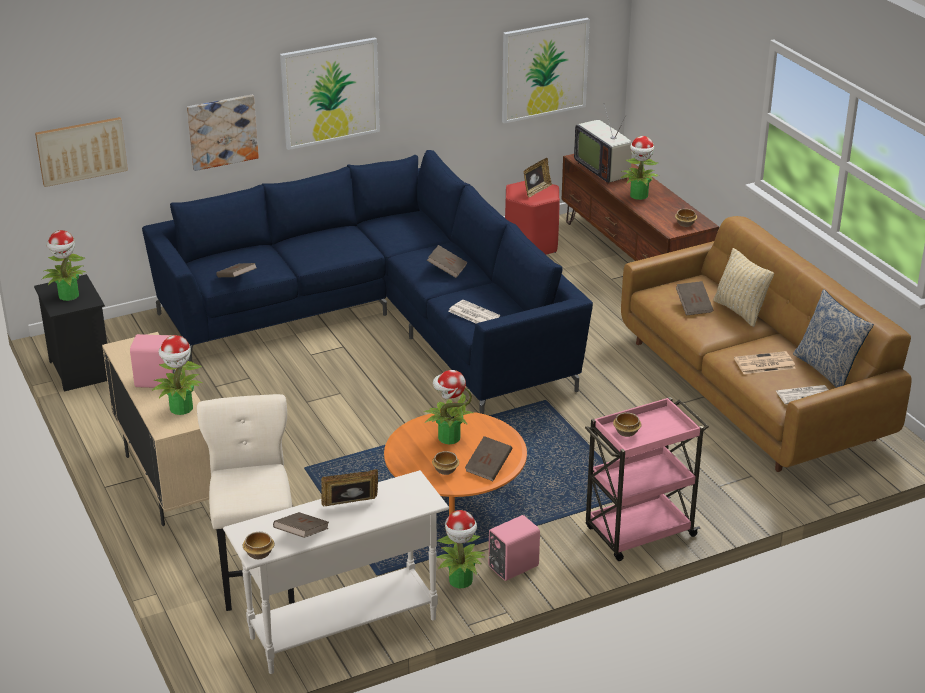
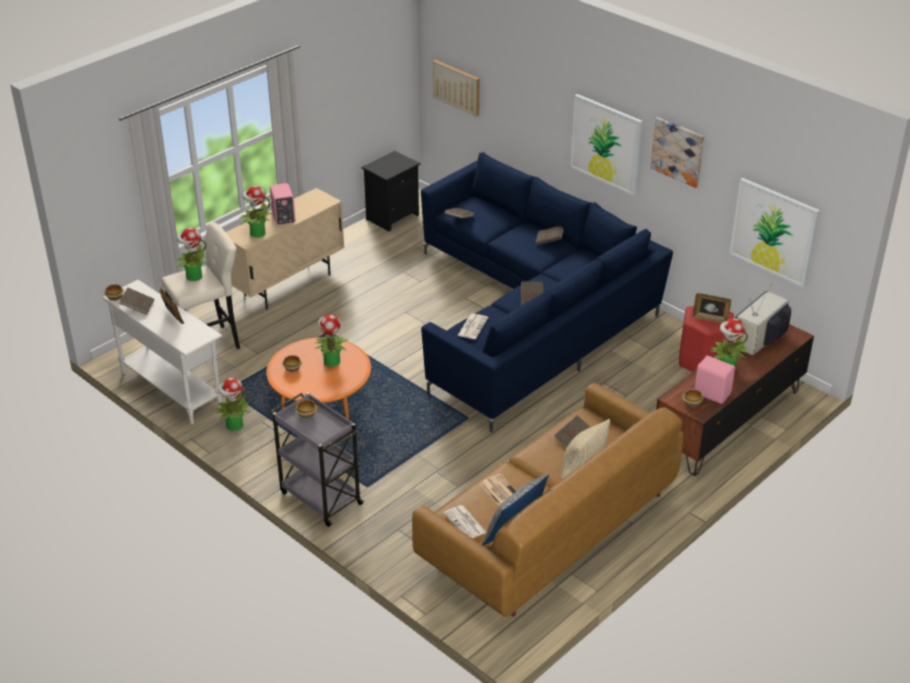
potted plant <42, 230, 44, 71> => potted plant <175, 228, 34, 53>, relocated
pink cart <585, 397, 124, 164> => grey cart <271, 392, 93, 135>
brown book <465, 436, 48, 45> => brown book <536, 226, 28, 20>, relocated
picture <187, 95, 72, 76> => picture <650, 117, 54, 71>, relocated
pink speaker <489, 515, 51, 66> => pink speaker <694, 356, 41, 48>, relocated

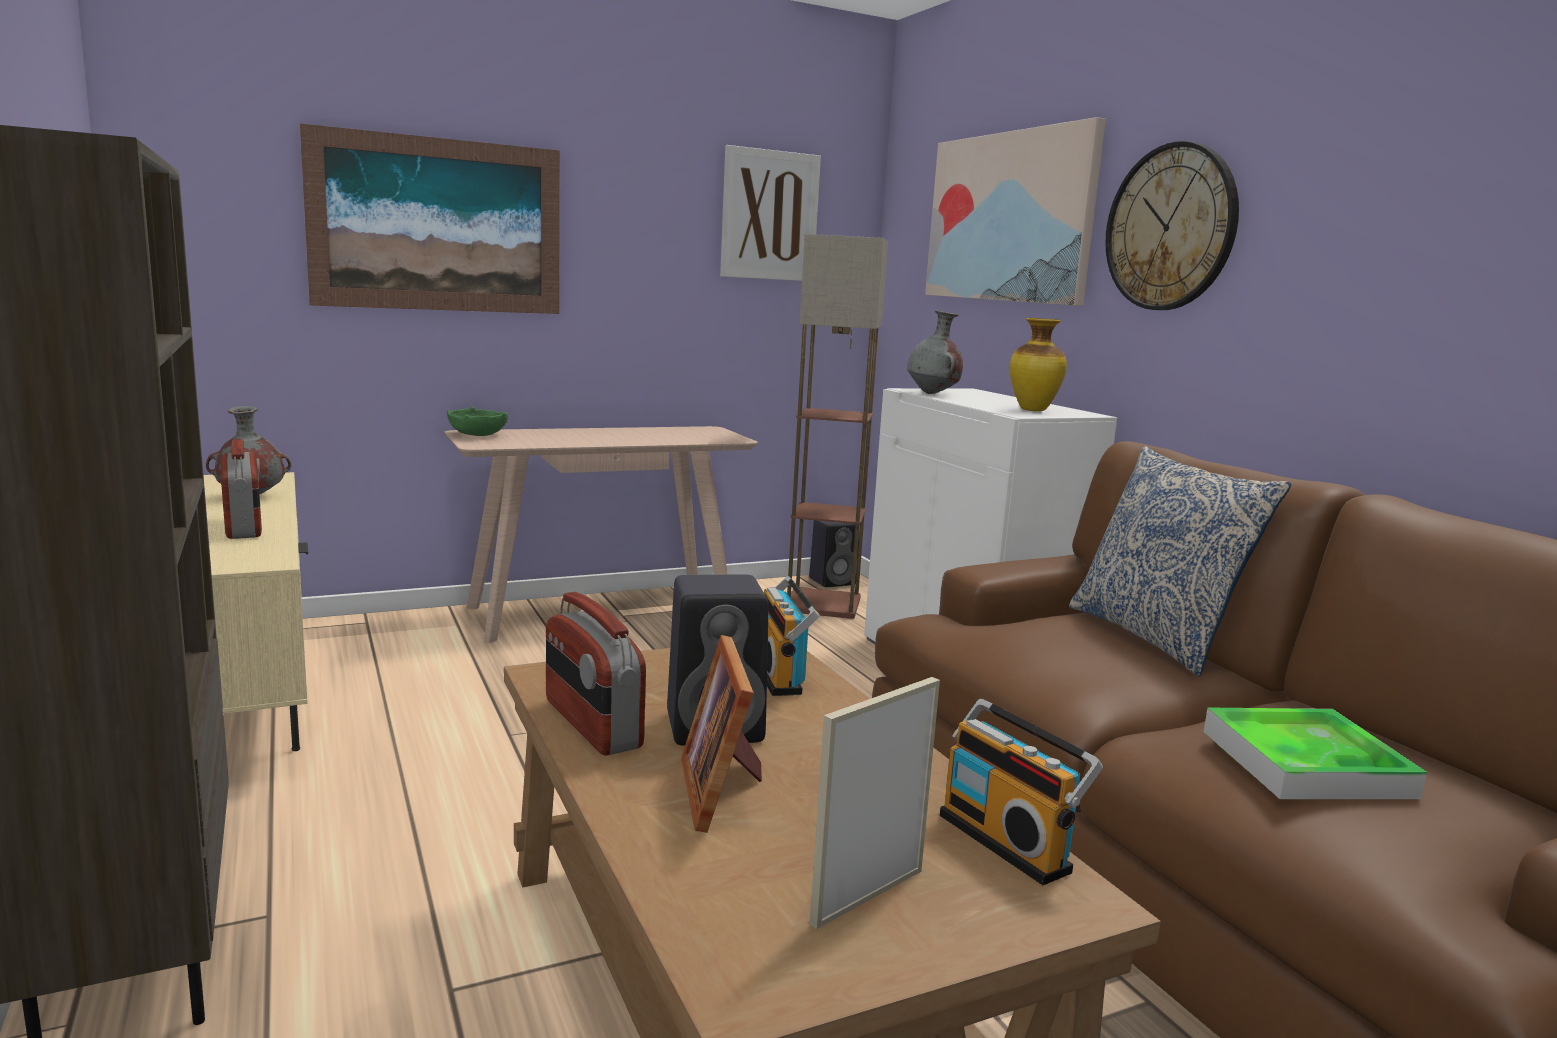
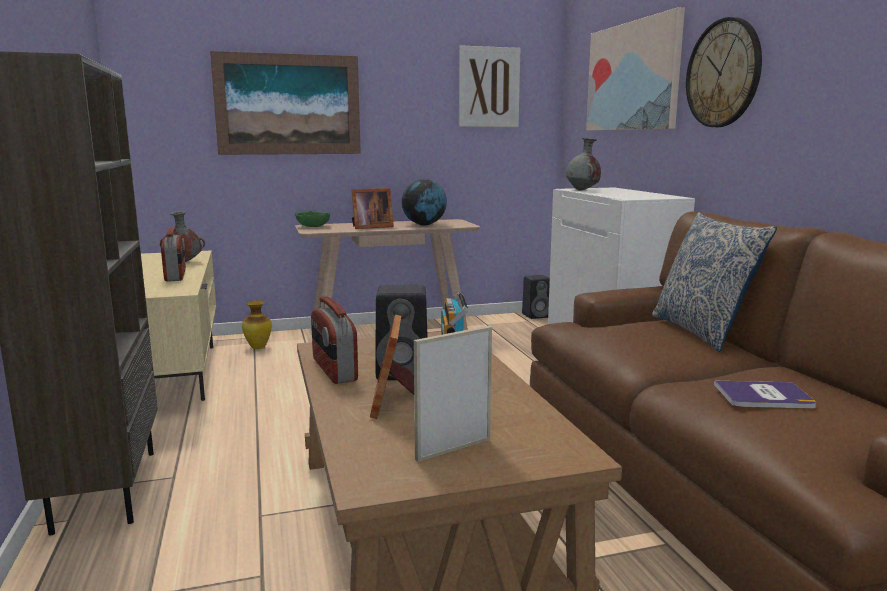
vase <1010, 318, 57, 93> => vase <242, 301, 30, 48>, relocated
nothing => picture frame <351, 188, 43, 41>
nothing => globe <402, 179, 45, 46>
tray <1204, 708, 223, 91> => book <714, 381, 102, 28>
floor lamp <787, 234, 101, 385> => nothing
radio <940, 699, 163, 186> => nothing

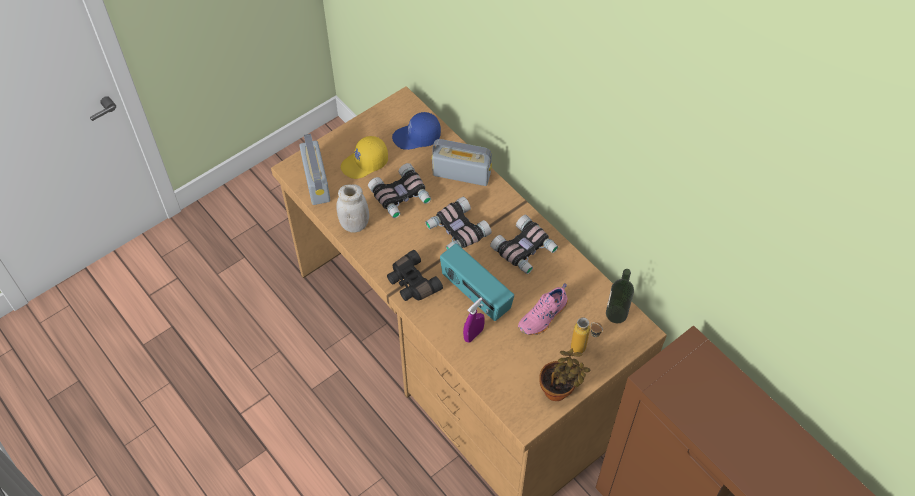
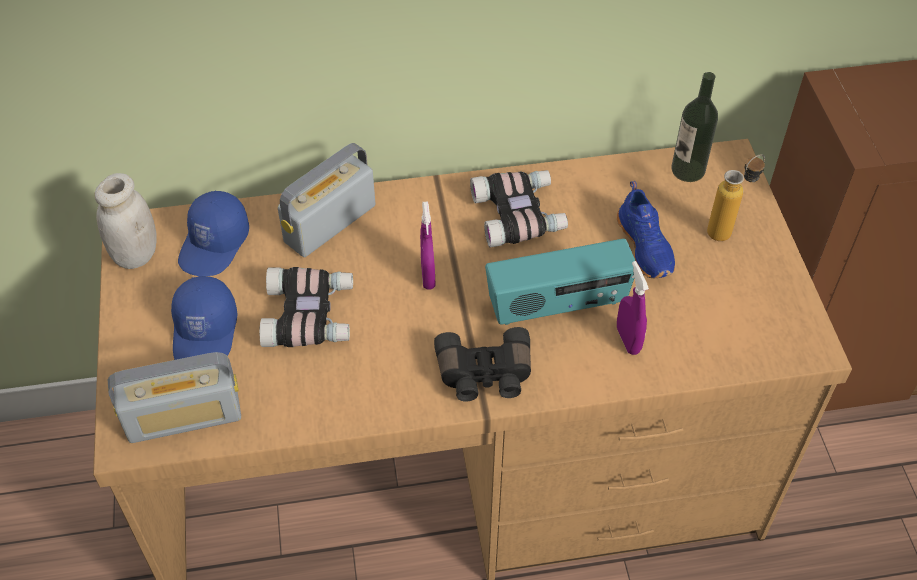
white jar <336, 184, 33, 49> => white jar <94, 173, 63, 96>, relocated
radio <299, 134, 31, 71> => radio <108, 352, 133, 91>, 150 degrees clockwise
yellow cap <341, 136, 47, 43> => blue cap <171, 276, 66, 84>
binoculars <425, 197, 67, 53> => purple spray bottle <420, 202, 15, 88>
pink shoe <518, 283, 50, 52> => blue shoe <617, 181, 58, 97>
potted plant <539, 349, 51, 52> => nothing

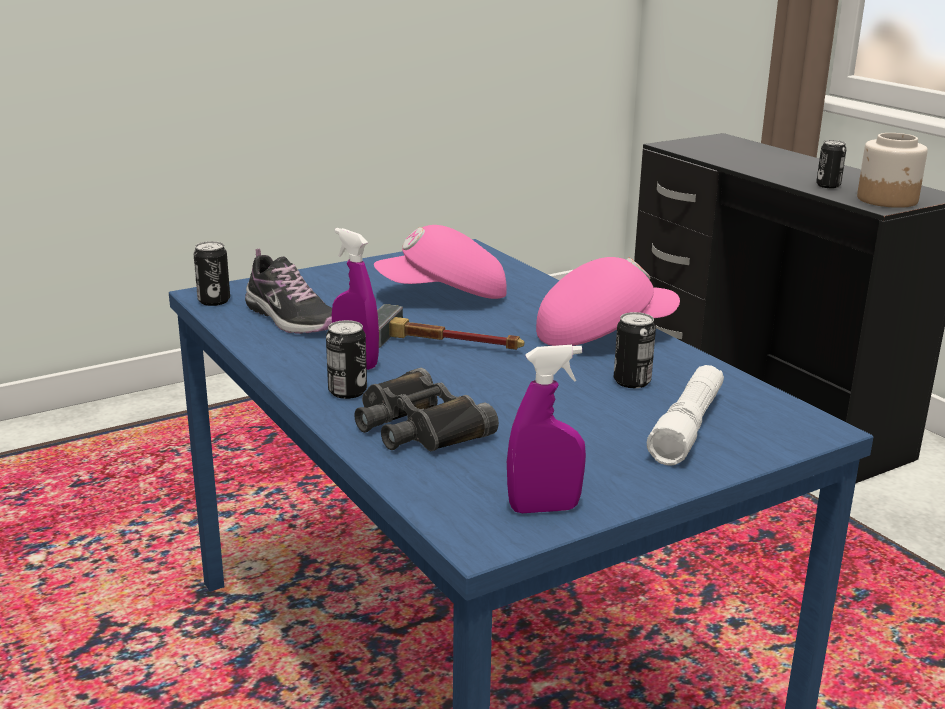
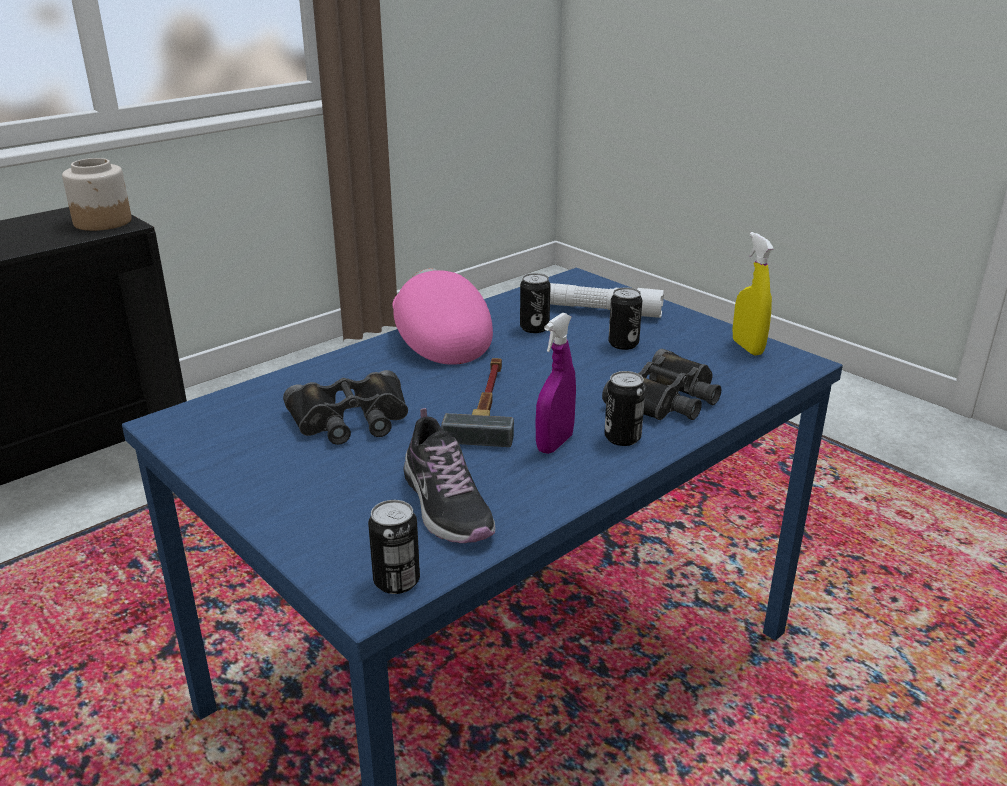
pink cap <374, 225, 133, 74> => black binoculars <283, 370, 125, 75>
shoe <245, 249, 87, 85> => shoe <403, 408, 92, 135>, 120 degrees clockwise
can <816, 140, 31, 48> => can <608, 287, 34, 63>, relocated
purple spray bottle <507, 345, 79, 168> => yellow spray bottle <733, 232, 41, 124>

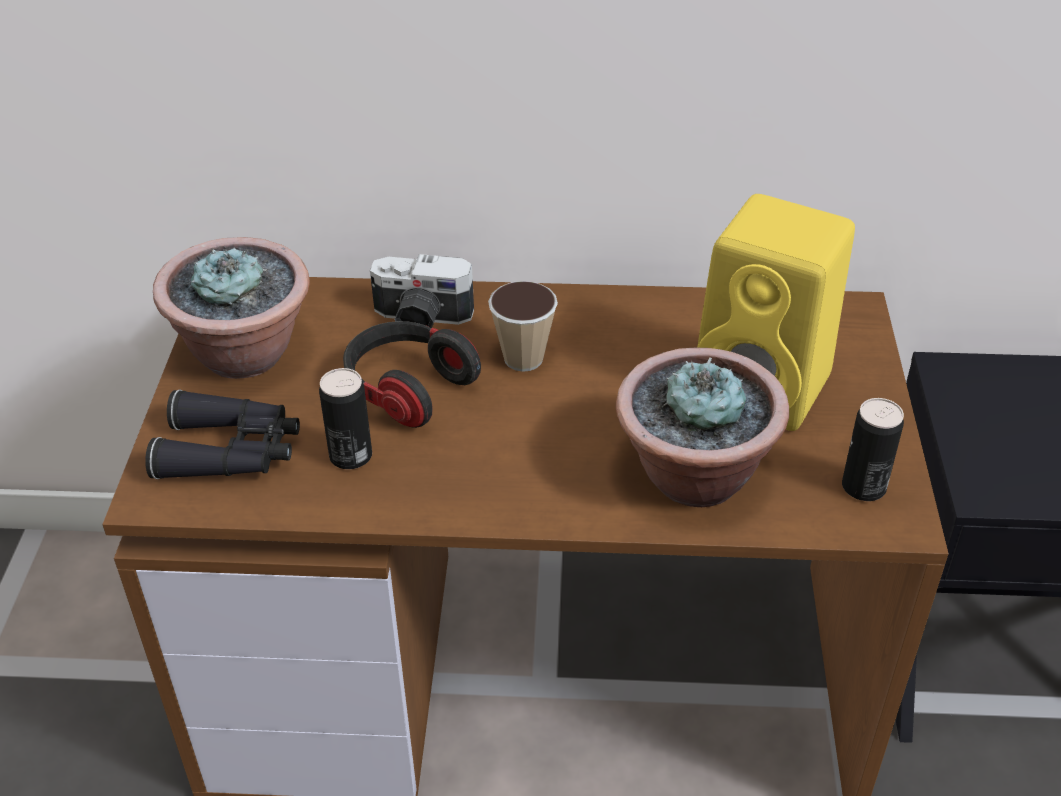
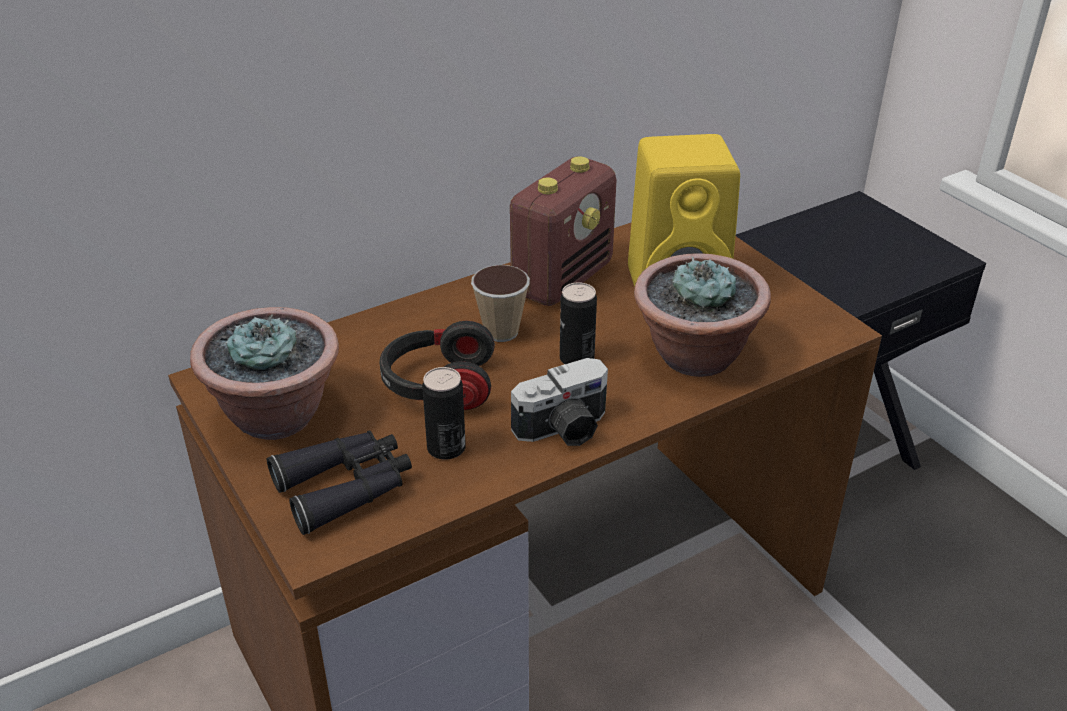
nothing => radio <510, 156, 107, 150>
photo camera <370, 254, 104, 74> => photo camera <511, 358, 97, 88>, relocated
can <842, 398, 62, 103> => can <560, 282, 37, 82>, relocated

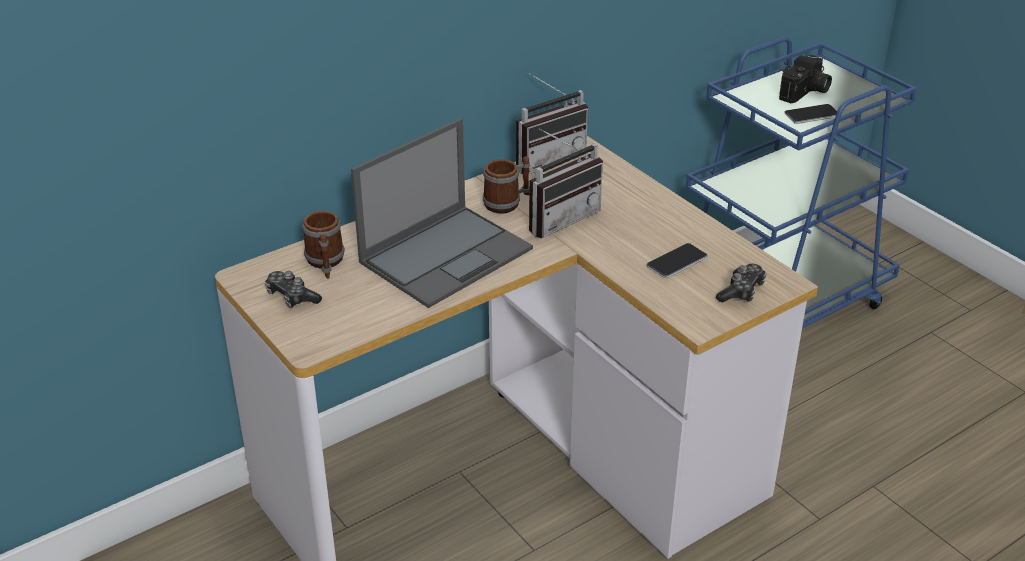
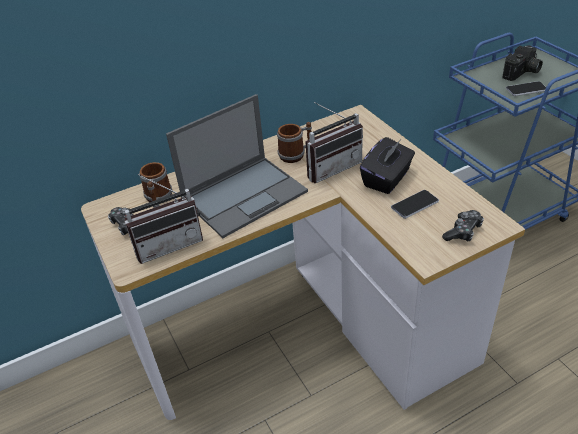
radio <516, 73, 72, 101> => radio <125, 174, 78, 90>, relocated
nothing => black tissue box <360, 137, 55, 57>

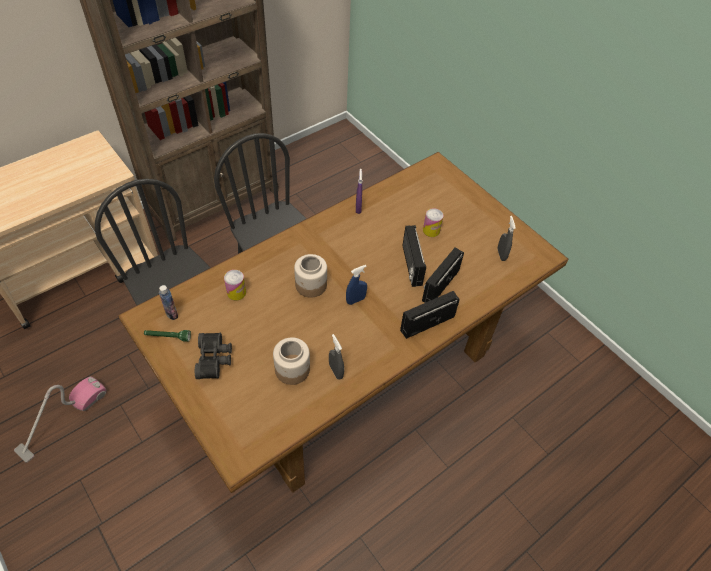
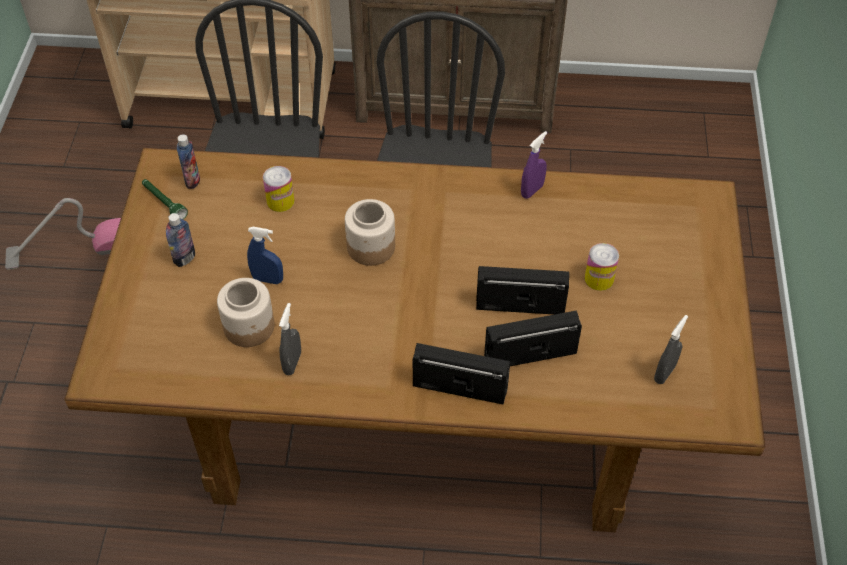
black binoculars <195, 333, 37, 46> => bottle <166, 213, 29, 54>
blue spray bottle <346, 265, 21, 40> => blue spray bottle <247, 227, 36, 57>, relocated
radio <402, 225, 24, 62> => radio <476, 266, 93, 49>, 60 degrees clockwise

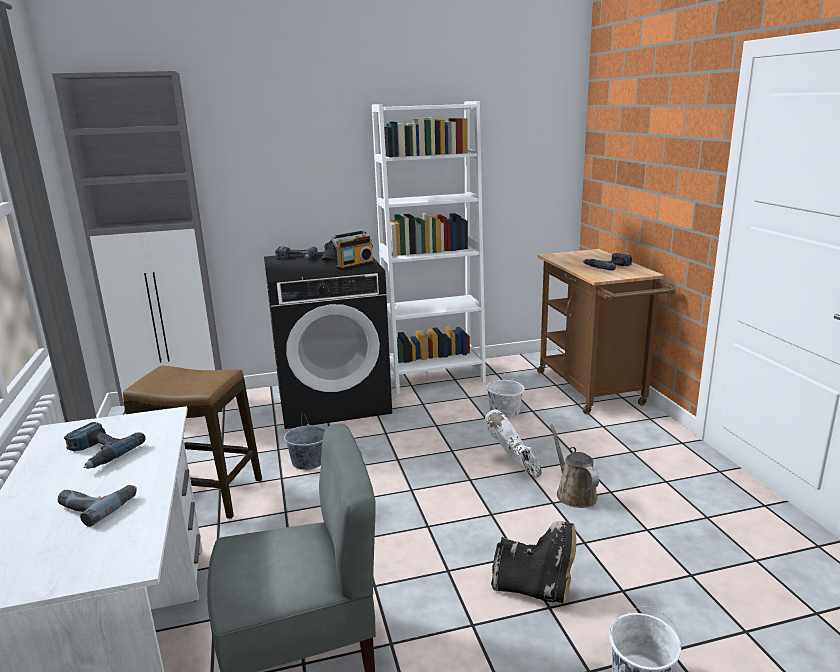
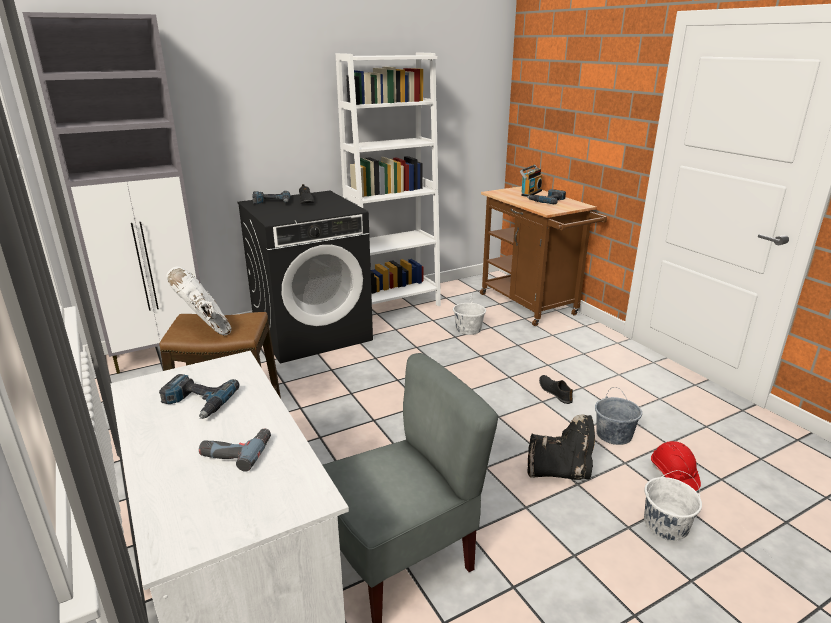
white boot <485, 409, 57, 69> => white boot <166, 266, 66, 69>, relocated
radio <330, 230, 44, 40> => radio <520, 165, 22, 32>, relocated
brown watering can <550, 424, 49, 84> => black shoe <539, 375, 34, 29>
grey bucket <284, 413, 42, 57> => grey bucket <595, 387, 47, 58>, relocated
nothing => red hard hat <651, 441, 50, 50>

